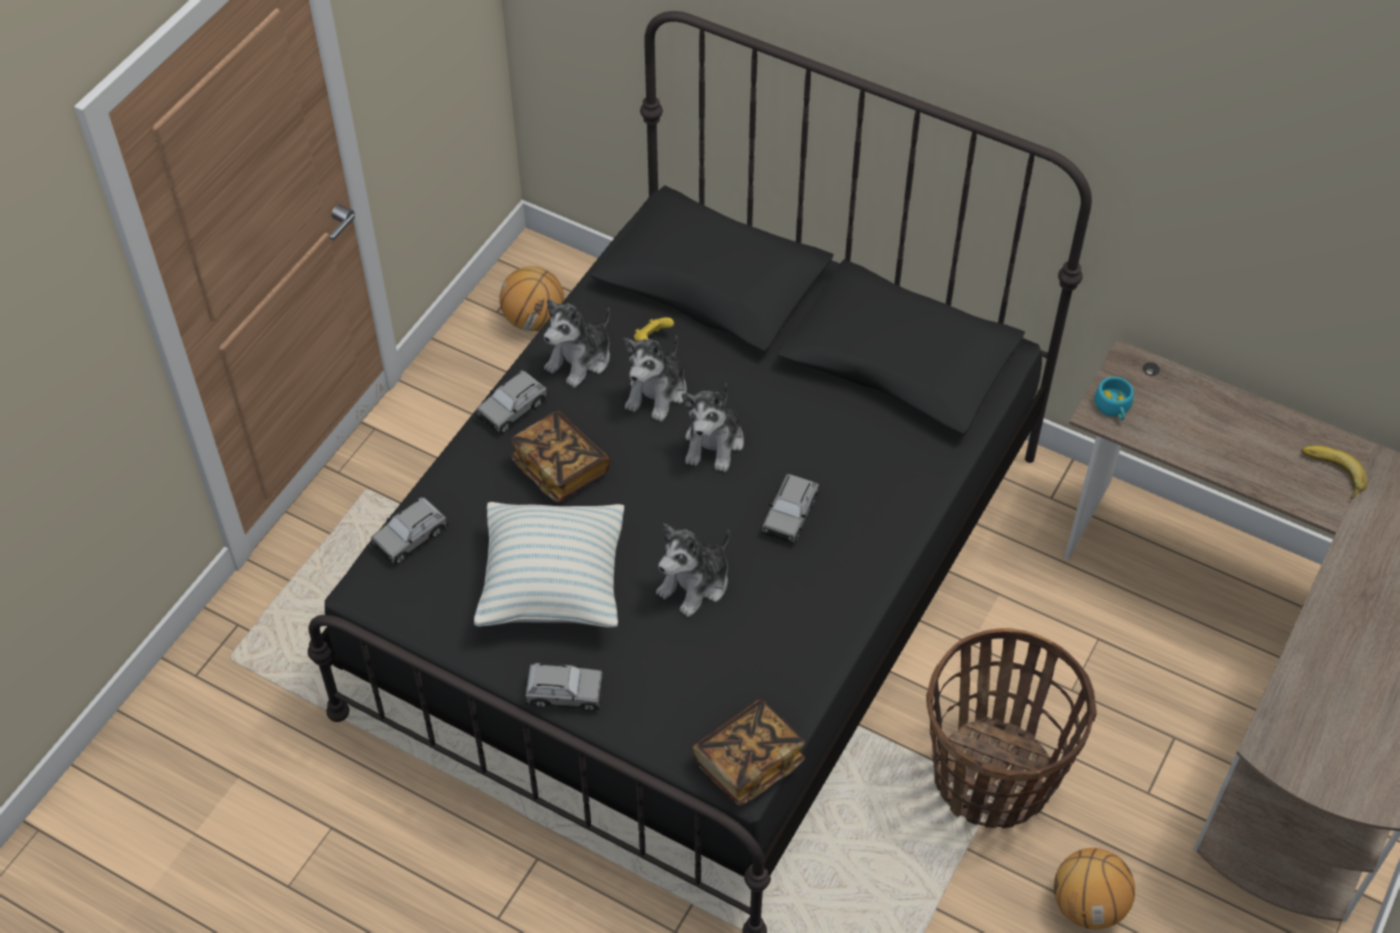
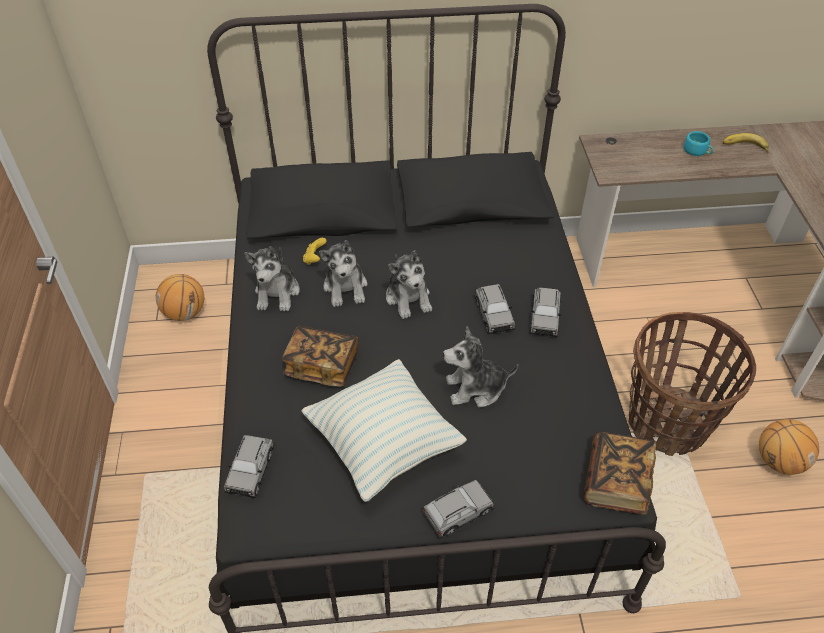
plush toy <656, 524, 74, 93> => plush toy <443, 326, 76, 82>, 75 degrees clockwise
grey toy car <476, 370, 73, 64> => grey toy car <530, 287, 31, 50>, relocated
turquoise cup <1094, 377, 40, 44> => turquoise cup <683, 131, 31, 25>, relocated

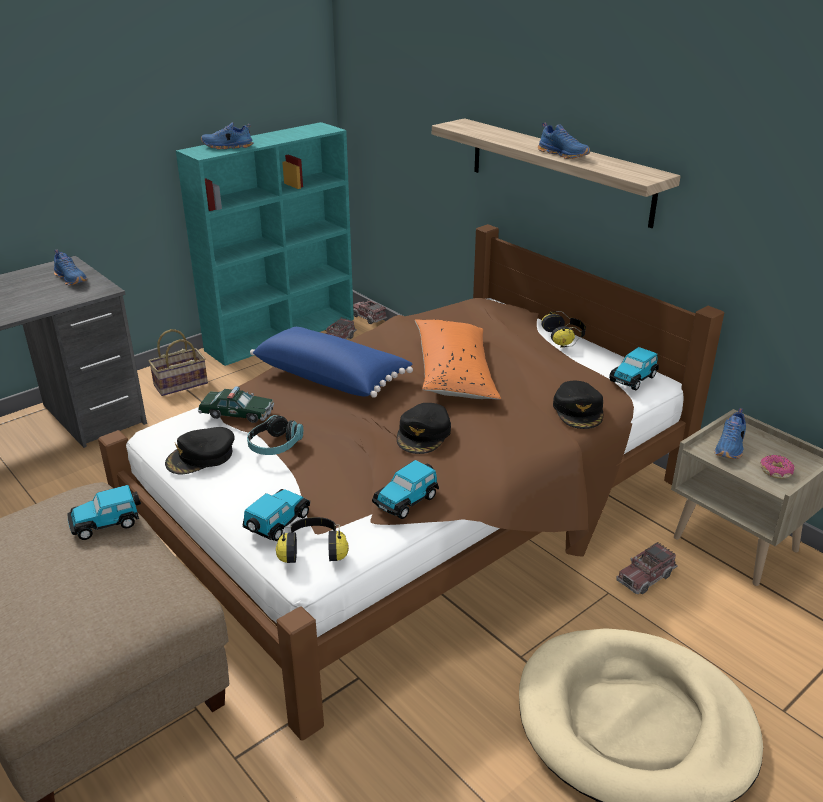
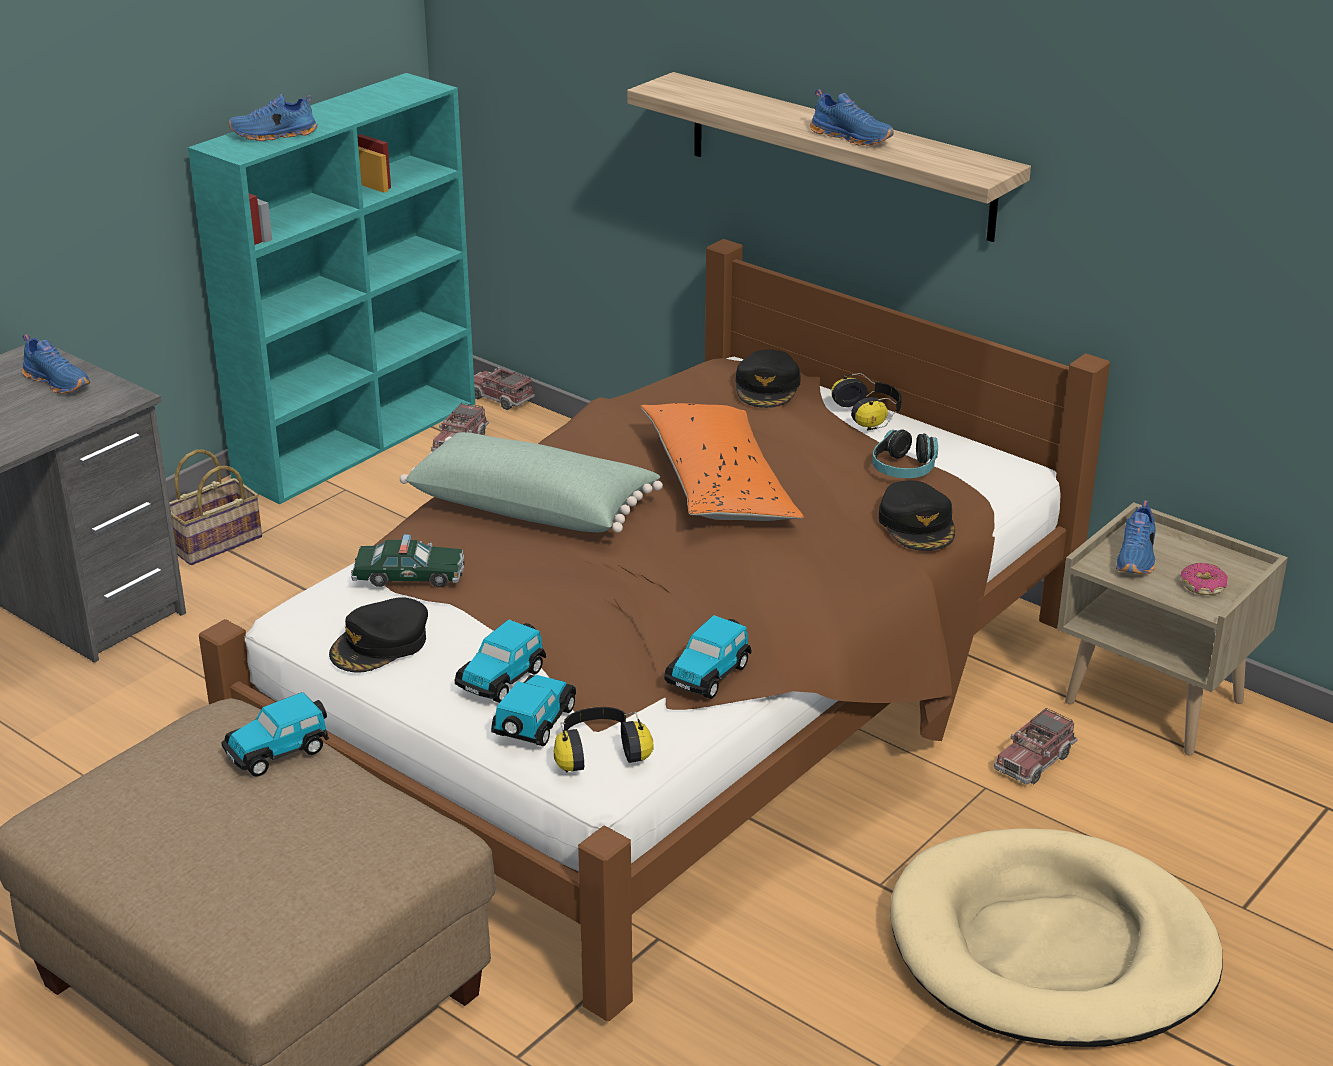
blue pillow <250, 327, 163, 71> => green pillow <400, 432, 263, 101>
toy car <609, 347, 50, 43> => toy car <455, 619, 92, 84>, relocated
black cap <397, 403, 54, 51> => black cap <736, 350, 65, 58>, relocated
headphones <247, 415, 56, 40> => headphones <872, 429, 66, 49>, relocated

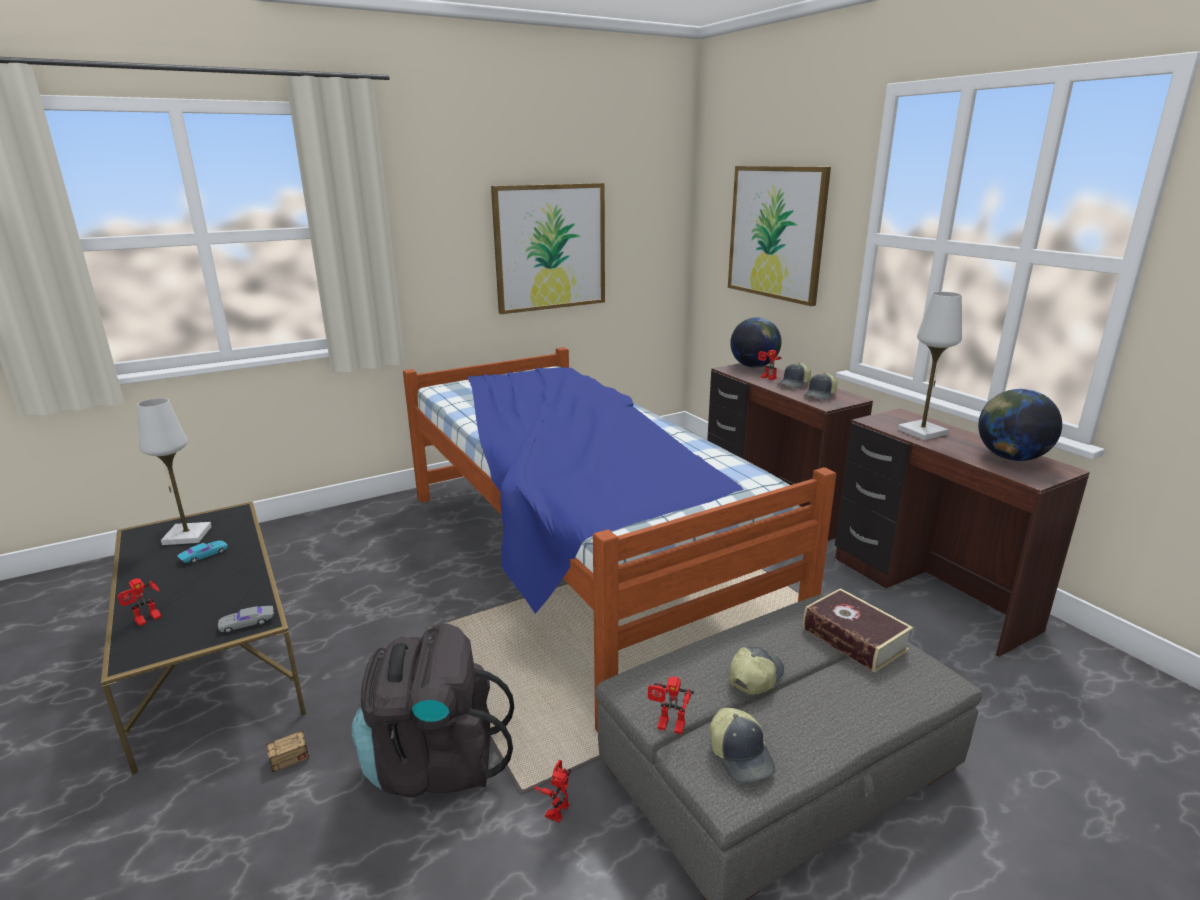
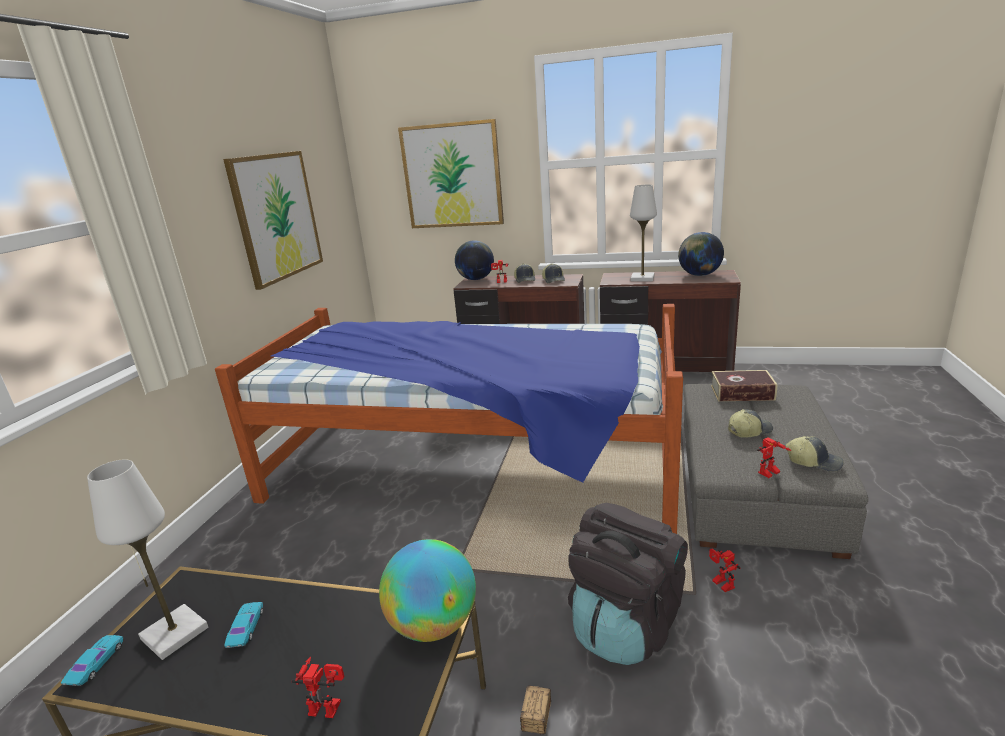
nothing => turquoise toy car <61, 635, 62, 51>
toy robot <118, 578, 44, 48> => toy robot <292, 656, 53, 62>, 75 degrees counterclockwise
grey toy car <218, 606, 56, 27> => globe <379, 539, 97, 103>
cap <730, 647, 54, 48> => cap <728, 409, 45, 29>, 75 degrees clockwise

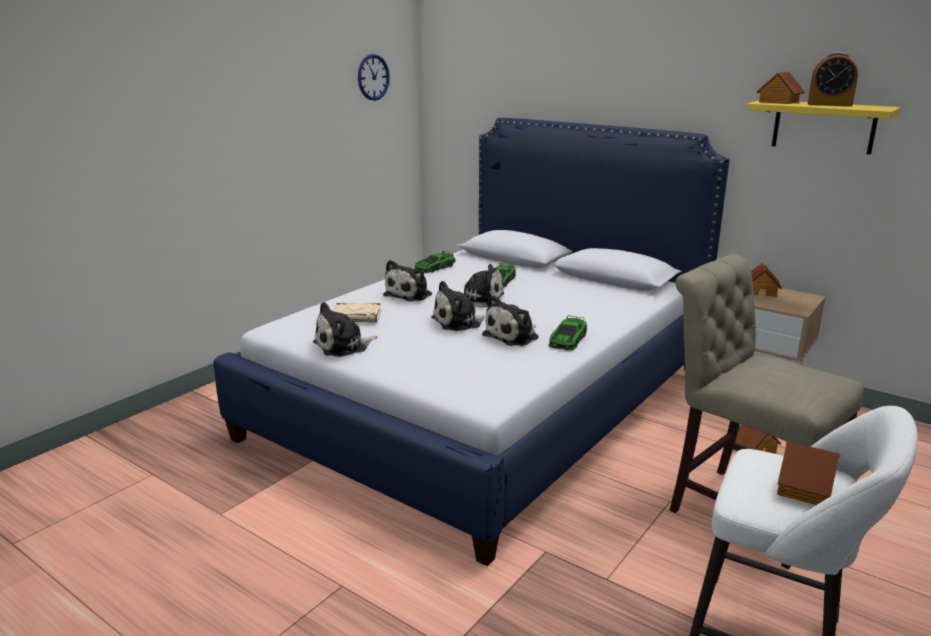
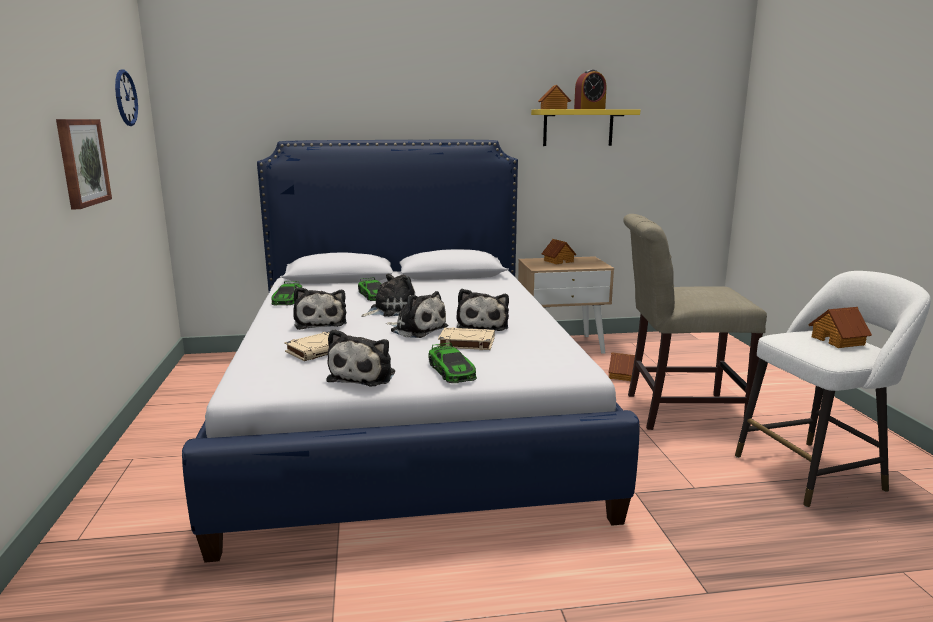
nothing => picture <56, 119, 56, 90>
plush toy <431, 281, 55, 50> => plush toy <385, 291, 63, 47>, 75 degrees counterclockwise
toy car <549, 315, 38, 35> => toy car <428, 342, 49, 41>, relocated
nothing => beige book <438, 327, 57, 23>

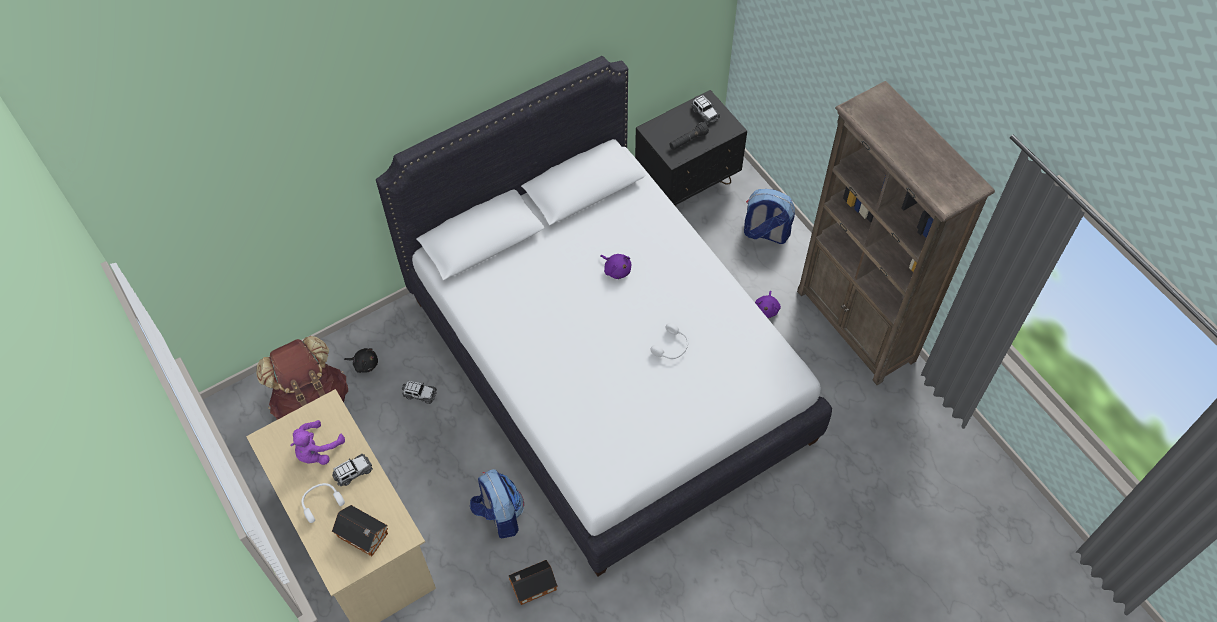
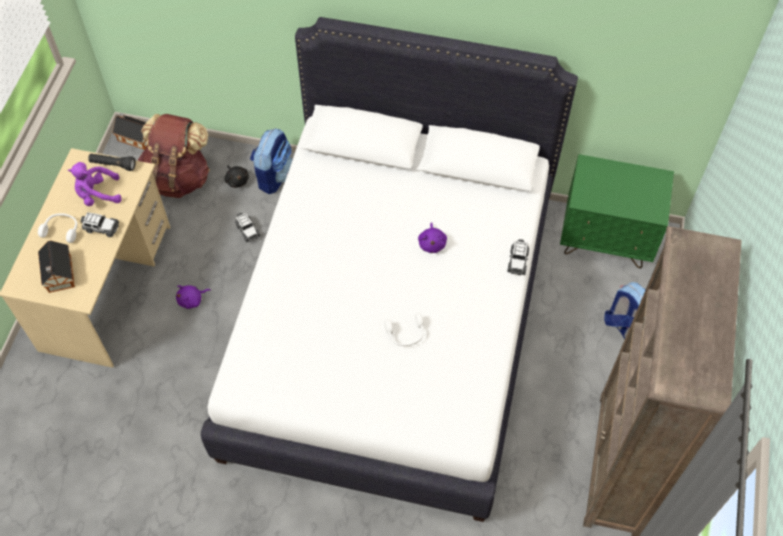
black flashlight <670, 122, 39, 28> => black flashlight <88, 154, 48, 17>, relocated
toy house <508, 560, 50, 45> => toy house <112, 113, 36, 37>, relocated
purple plush toy <755, 291, 26, 27> => purple plush toy <176, 285, 35, 24>, relocated
backpack <470, 469, 54, 70> => backpack <250, 128, 42, 66>, relocated
toy car <691, 95, 29, 29> => toy car <507, 239, 22, 36>, relocated
black nightstand <635, 90, 112, 116> => green nightstand <560, 154, 114, 114>

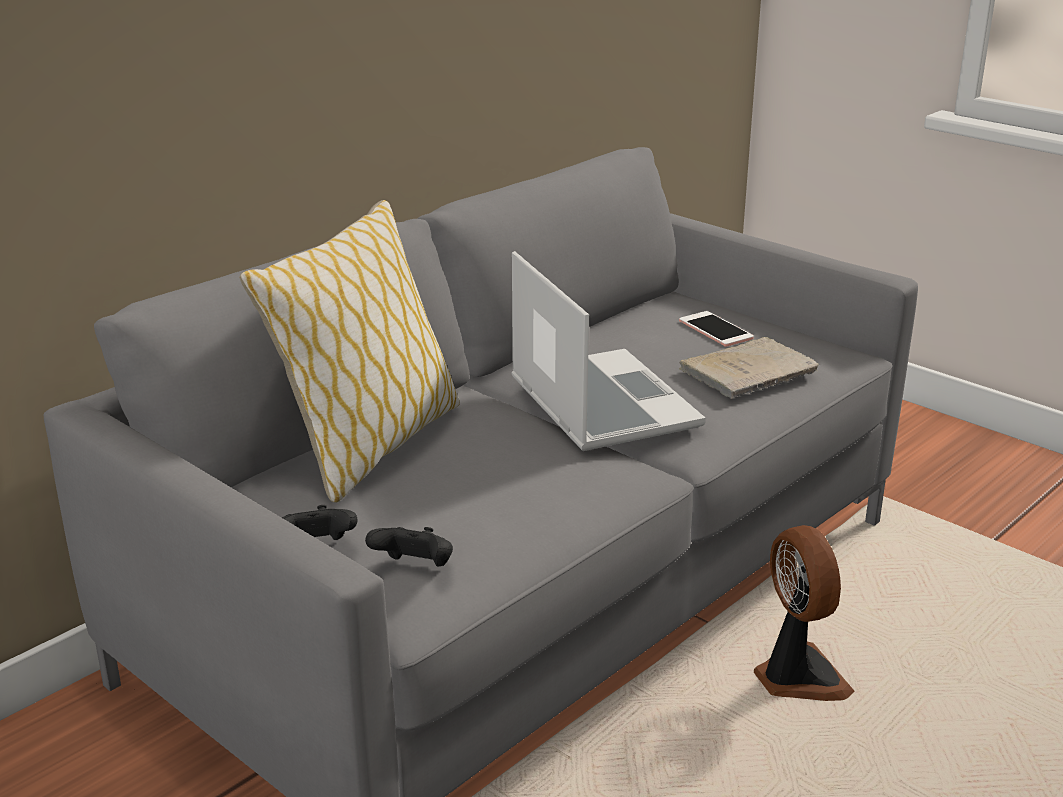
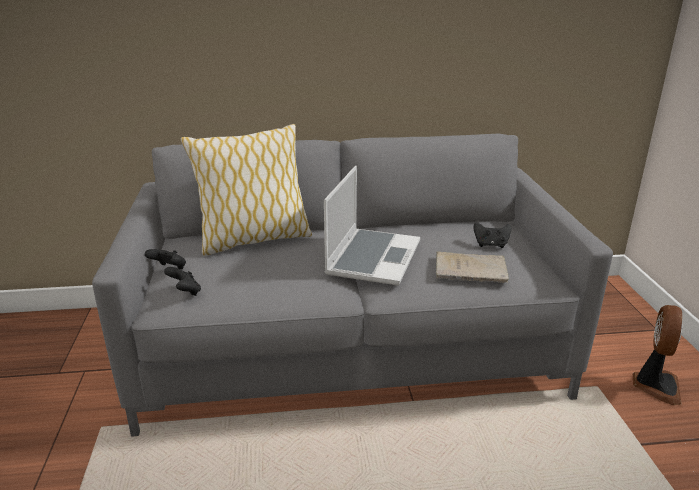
phone <679, 311, 75, 36> => black game controller <473, 222, 38, 26>
fan <754, 525, 101, 176> => fan <633, 305, 49, 100>, relocated

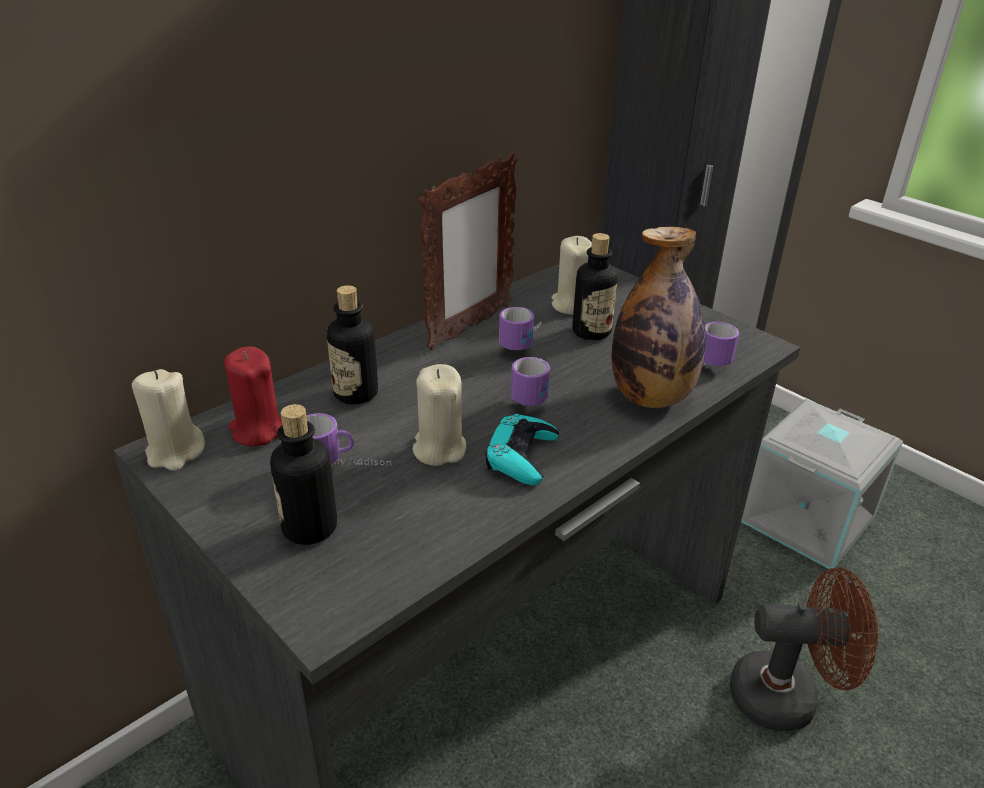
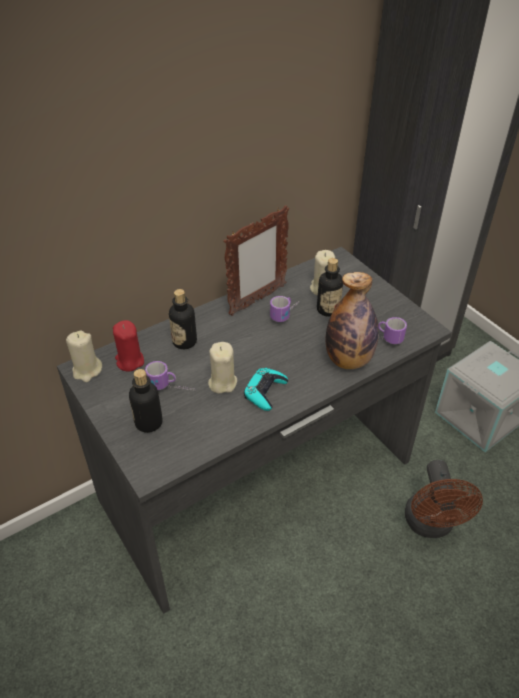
brown fan <730, 567, 148, 164> => brown fan <405, 460, 78, 78>, 75 degrees clockwise
mug <511, 357, 39, 49> => nothing

